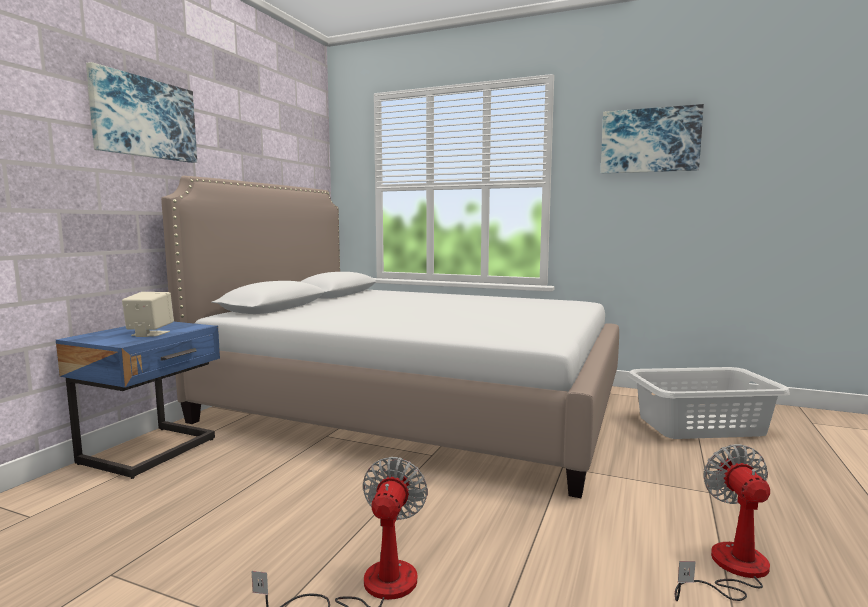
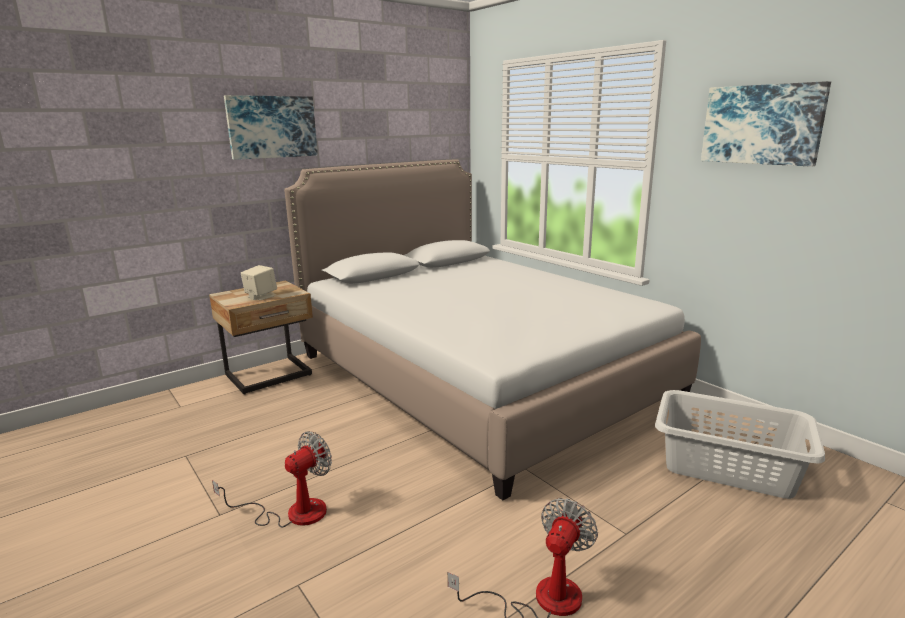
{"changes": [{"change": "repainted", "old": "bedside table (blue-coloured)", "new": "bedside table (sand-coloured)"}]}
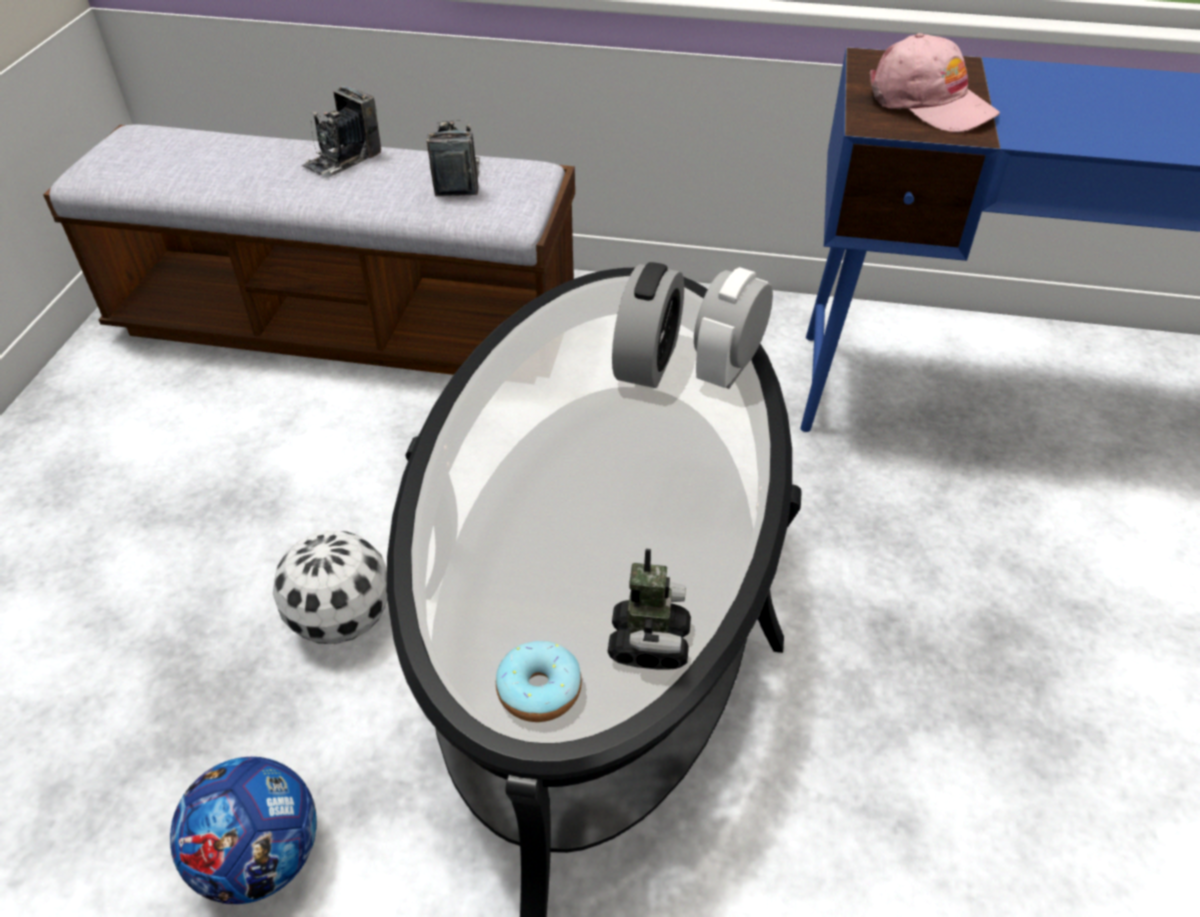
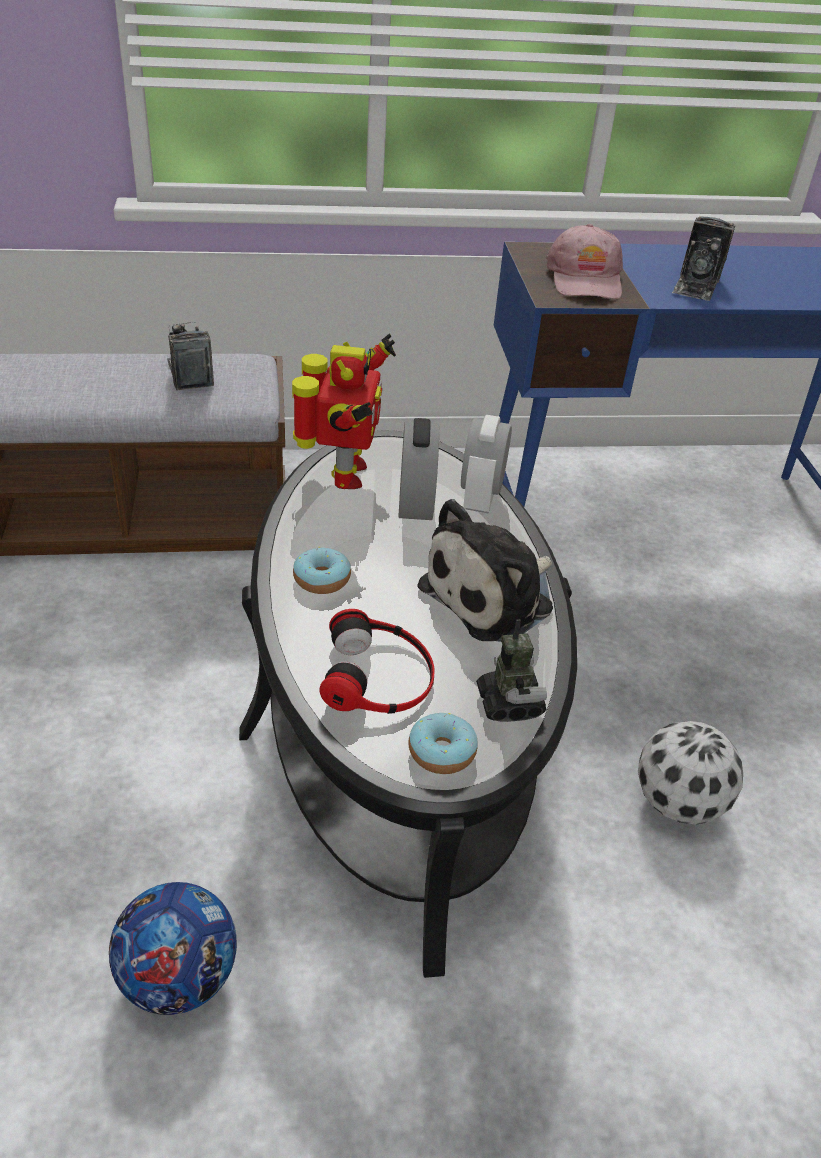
{"changes": [{"change": "new", "new": "robot figure (no. 1 from left)"}, {"change": "new", "new": "doughnut (no. 1 from left)"}, {"change": "new", "new": "headphones"}, {"change": "new", "new": "cuddly toy"}, {"change": "shifted", "old": "football ball (no. 2 from left)"}, {"change": "shifted", "old": "photo camera (no. 1 from left in the first image)", "new": "photo camera (no. 2 from left)"}, {"change": "rotated", "old": "baseball cap (pink)", "degrees": 60}]}
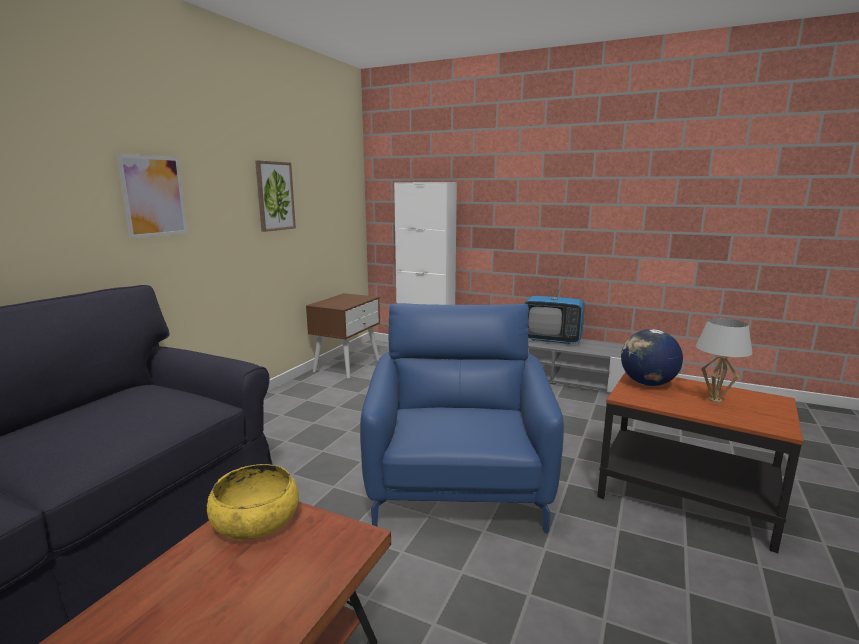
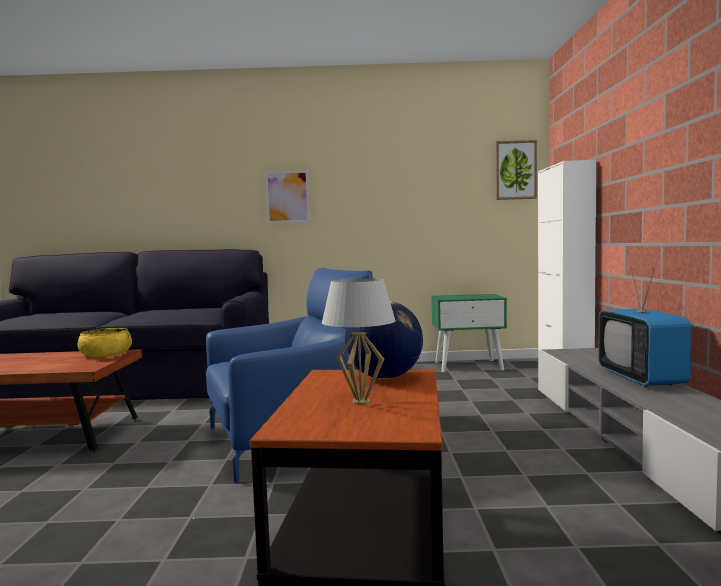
{"changes": [{"change": "shifted", "old": "wall art (no. 2 from left)"}, {"change": "repainted", "old": "bedside table (brownish)", "new": "bedside table (greenish)"}]}
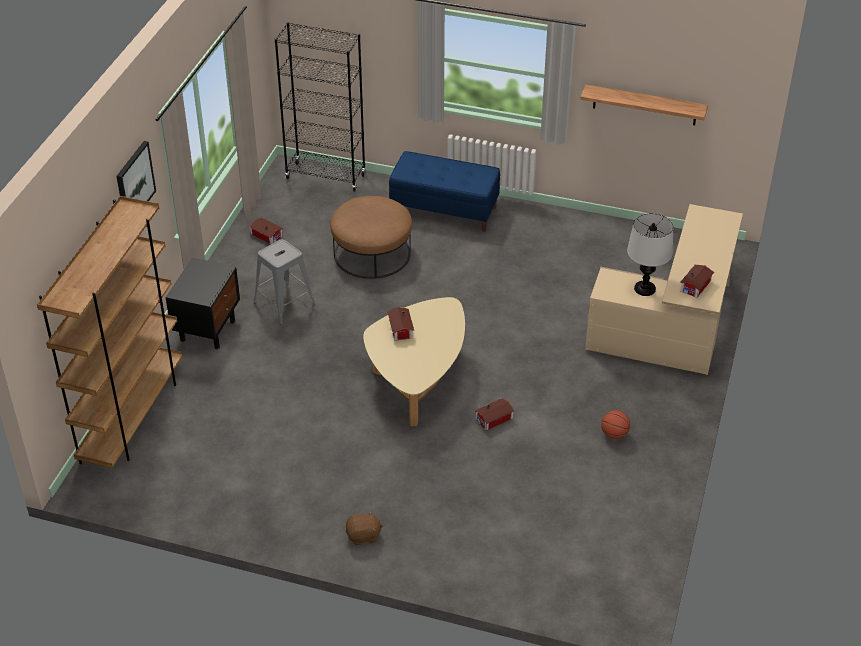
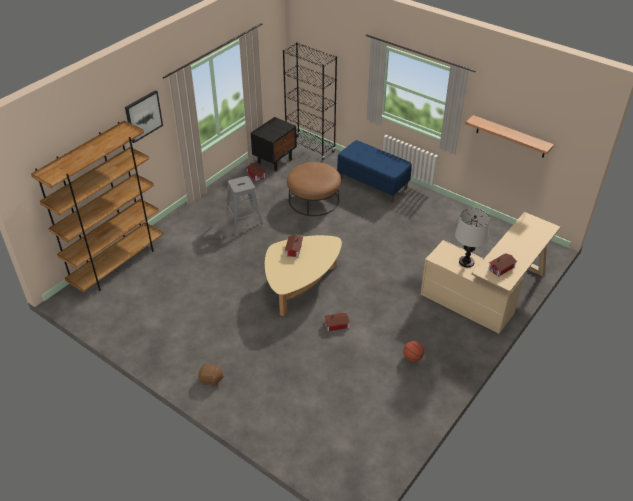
{"changes": [{"change": "shifted", "old": "bedside table (blackish)"}]}
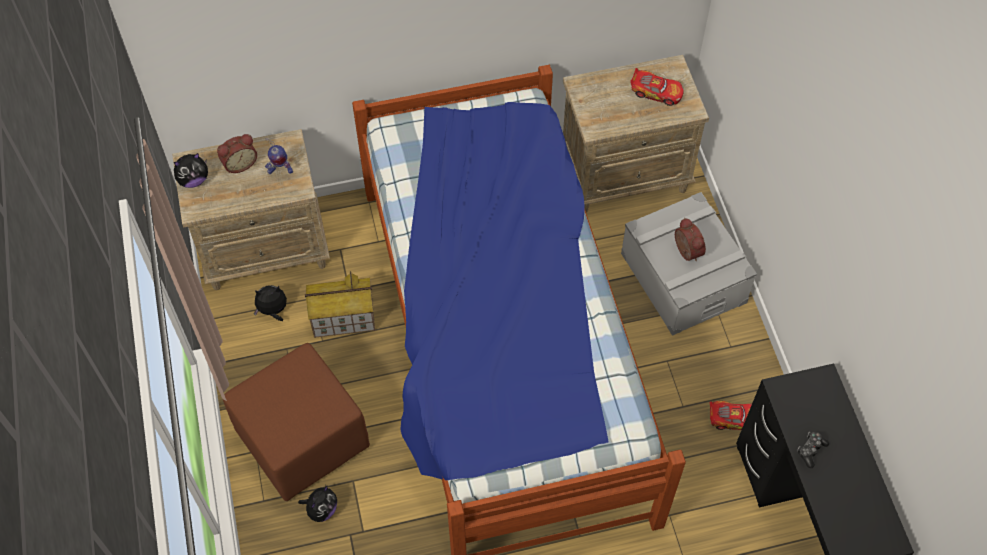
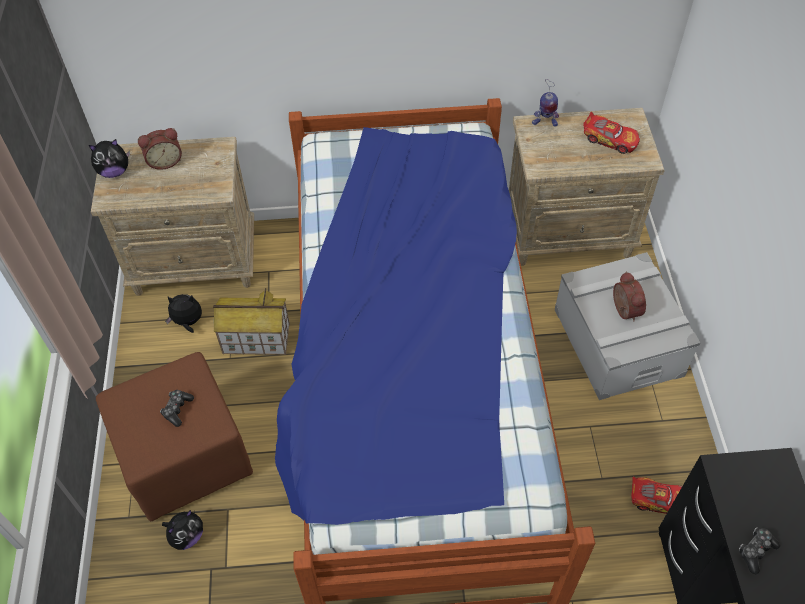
{"changes": [{"change": "new", "new": "gamepad (no. 1 from left)"}, {"change": "shifted", "old": "robot figure"}]}
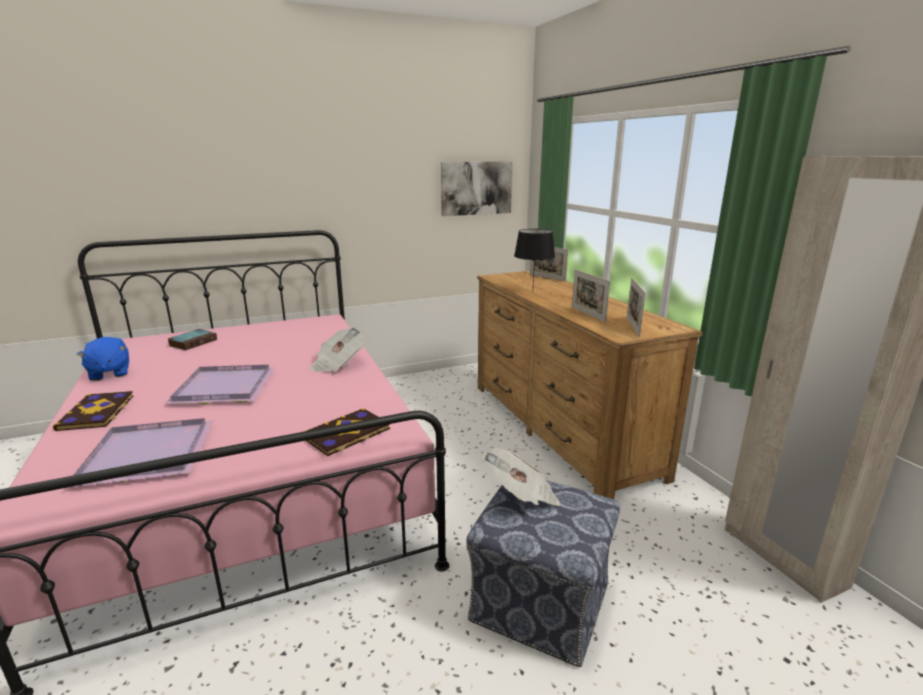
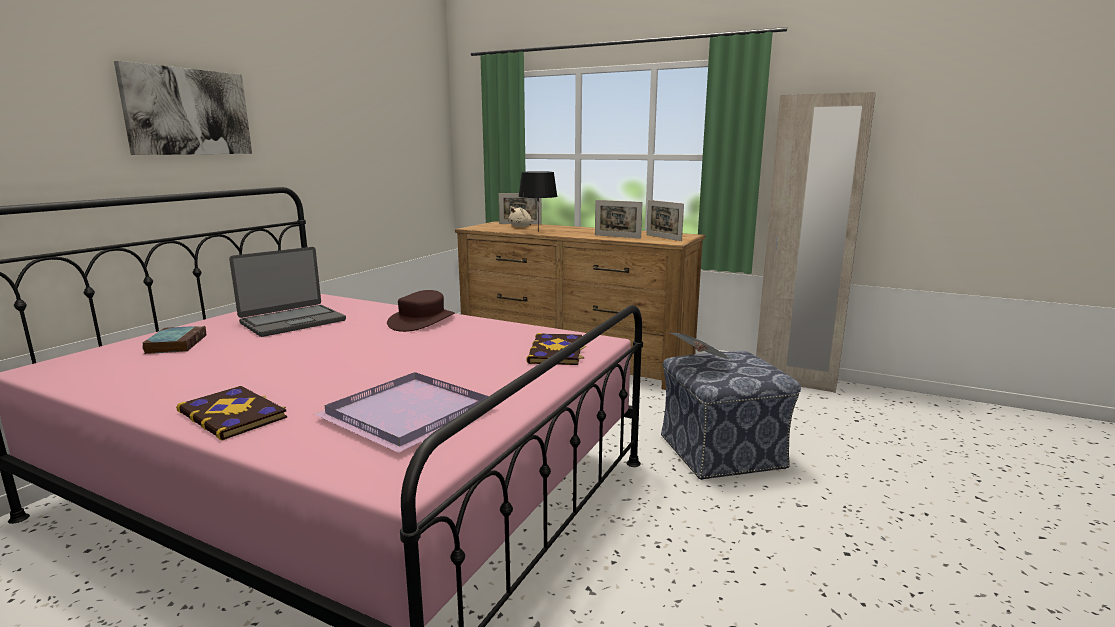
{"changes": [{"change": "gone", "old": "cuddly toy (blue-coloured)"}, {"change": "gone", "old": "tray (purple-coloured) (no. 2 from left)"}, {"change": "new", "new": "portable computer"}, {"change": "new", "new": "cuddly toy (sand-coloured)"}, {"change": "shifted", "old": "wall art"}, {"change": "swapped", "old": "printed paper (no. 1 from left)", "new": "clothing hat (brownish)"}]}
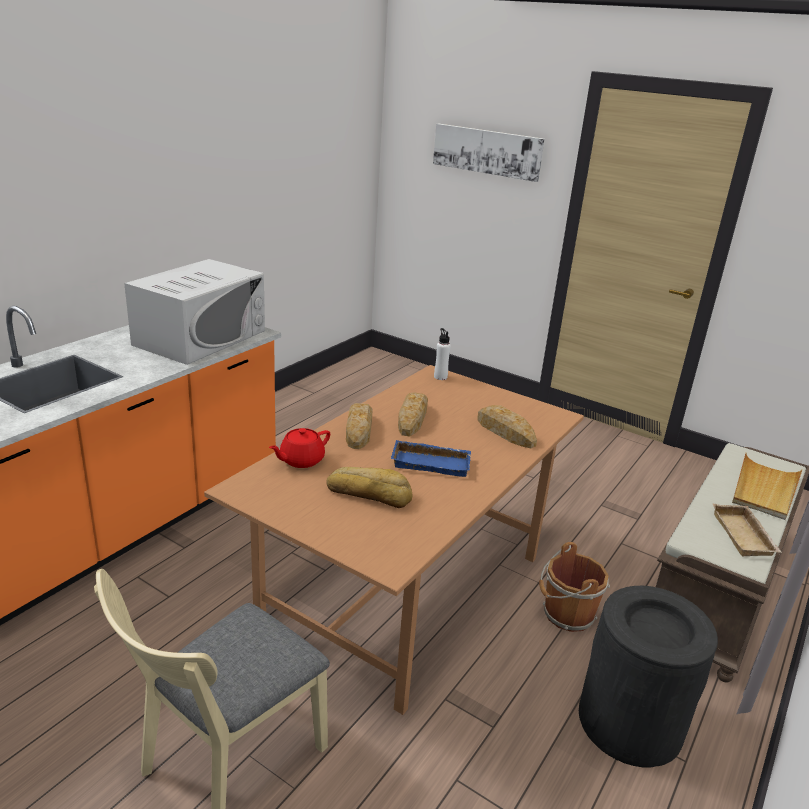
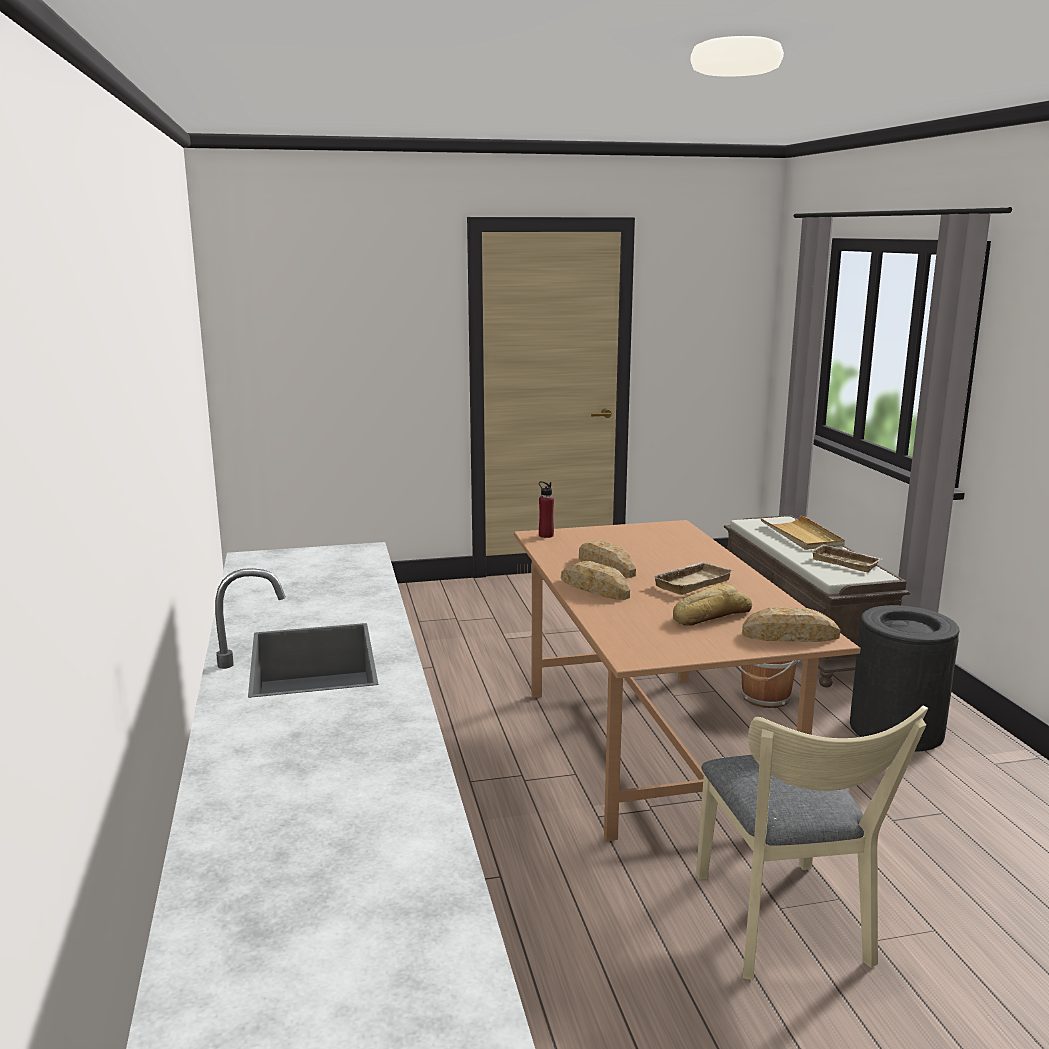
{"changes": [{"change": "gone", "old": "microwave oven (white)"}, {"change": "gone", "old": "pot for tea (red-coloured)"}, {"change": "gone", "old": "wall art"}, {"change": "shifted", "old": "baked bread (no. 4 from left)"}, {"change": "repainted", "old": "tray (blue-coloured)", "new": "tray (sand-coloured) (no. 1 from left)"}, {"change": "repainted", "old": "bottle (white)", "new": "bottle (red-coloured)"}]}
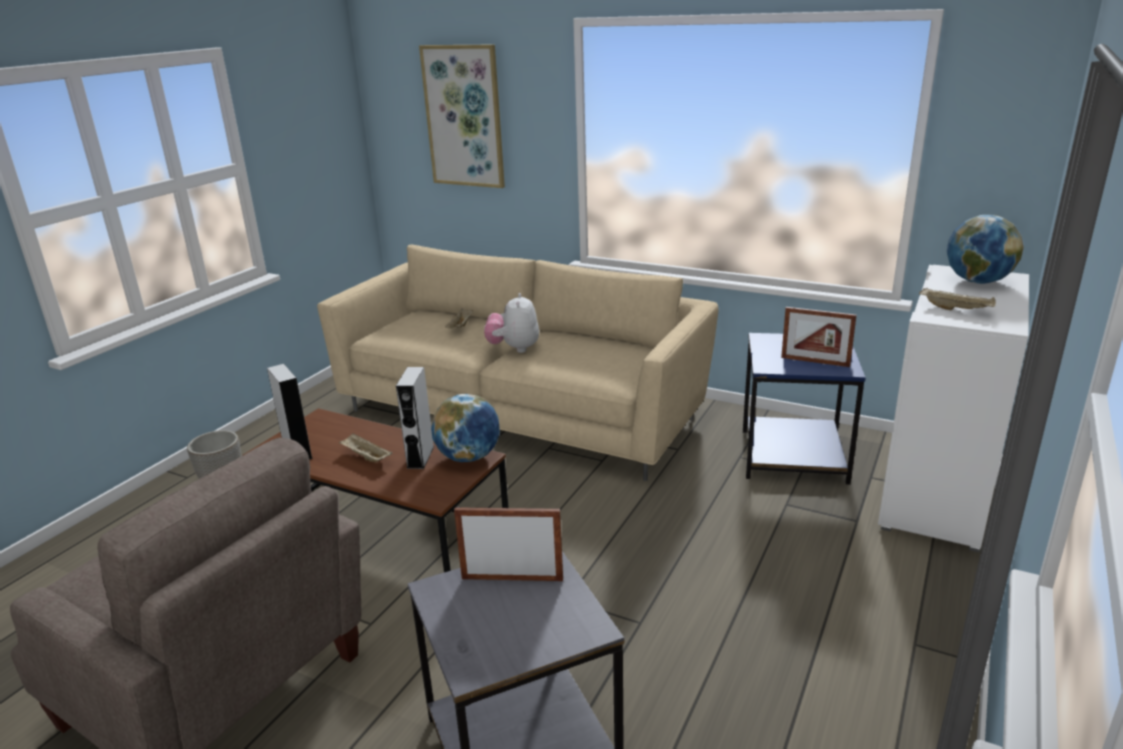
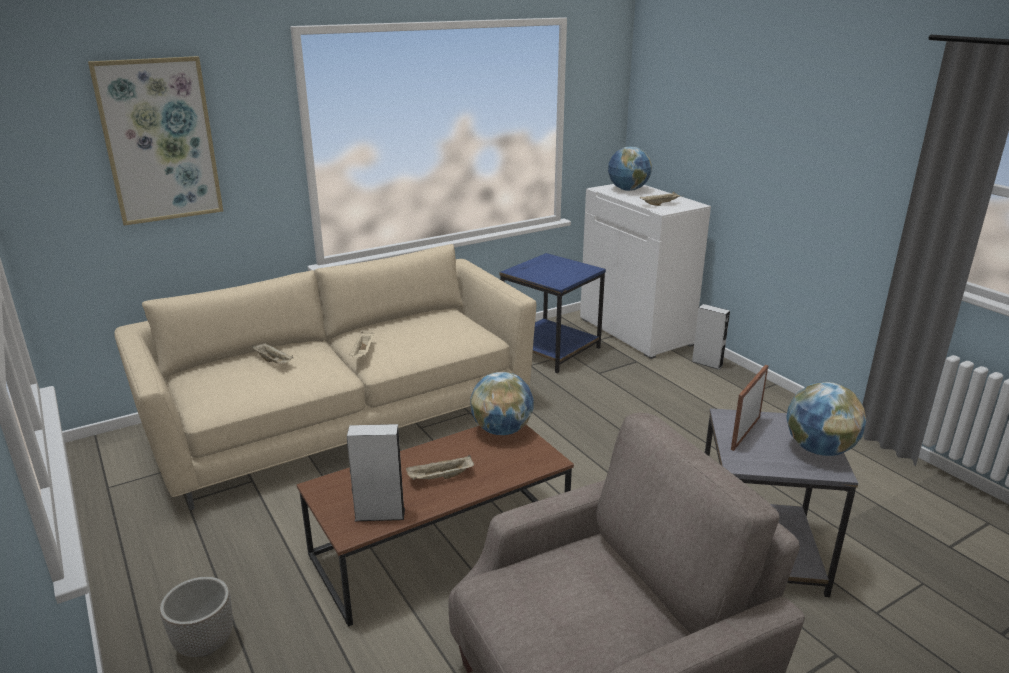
{"changes": [{"change": "gone", "old": "photo frame (no. 2 from left)"}, {"change": "new", "new": "desk globe (no. 3 from left)"}, {"change": "shifted", "old": "loudspeaker (grey) (no. 2 from left)"}, {"change": "swapped", "old": "cuddly toy", "new": "tray (sand-coloured) (no. 2 from left)"}]}
